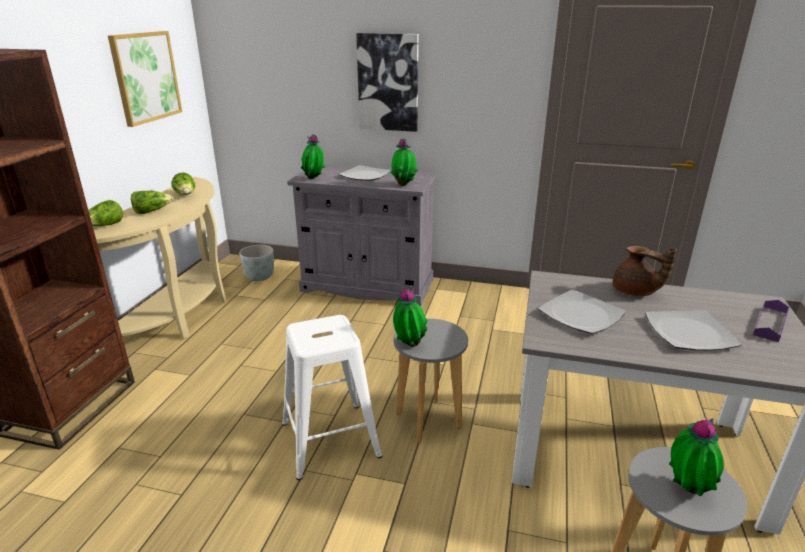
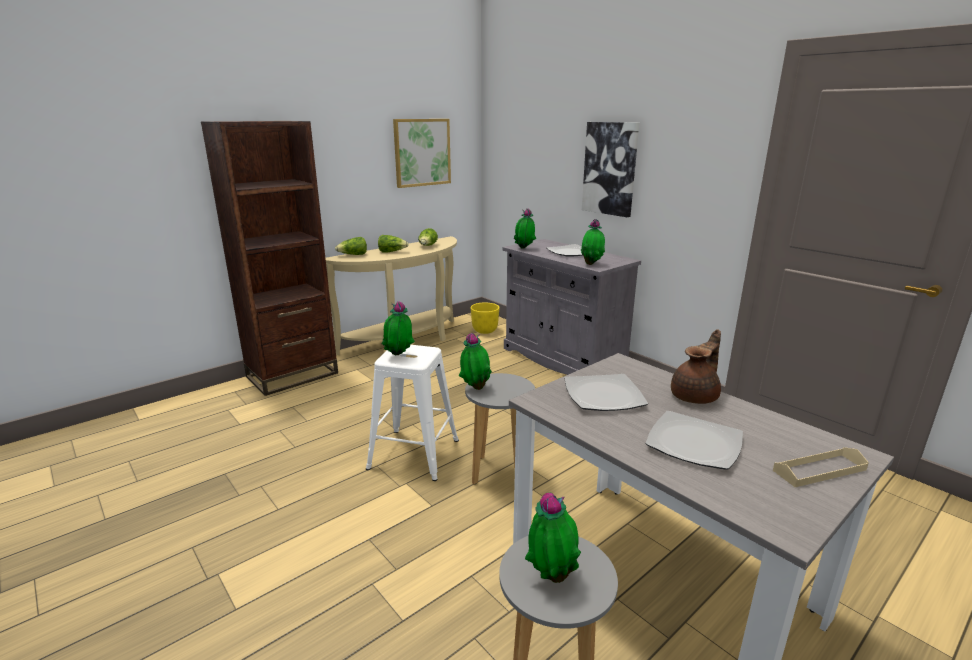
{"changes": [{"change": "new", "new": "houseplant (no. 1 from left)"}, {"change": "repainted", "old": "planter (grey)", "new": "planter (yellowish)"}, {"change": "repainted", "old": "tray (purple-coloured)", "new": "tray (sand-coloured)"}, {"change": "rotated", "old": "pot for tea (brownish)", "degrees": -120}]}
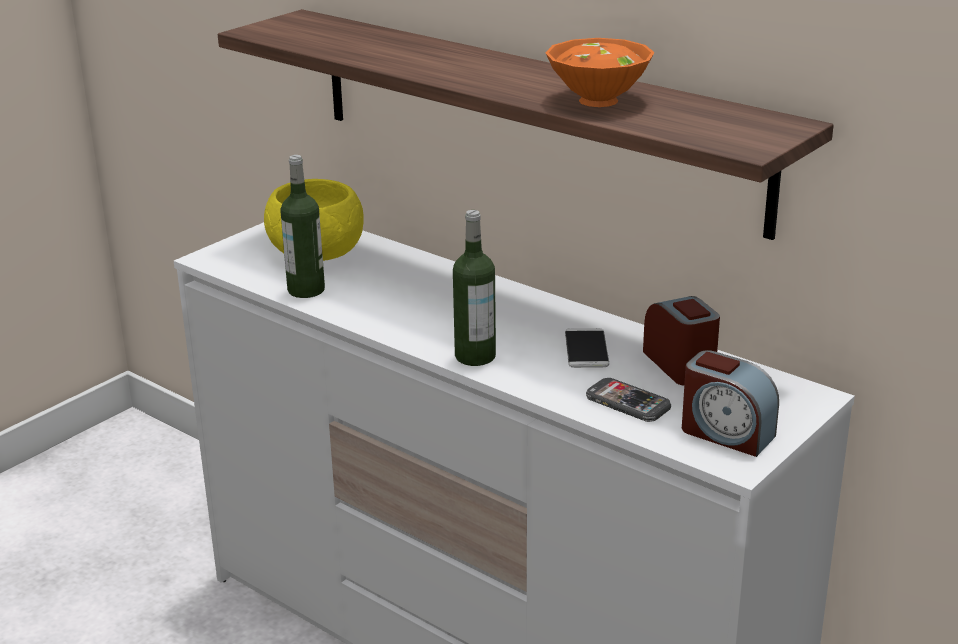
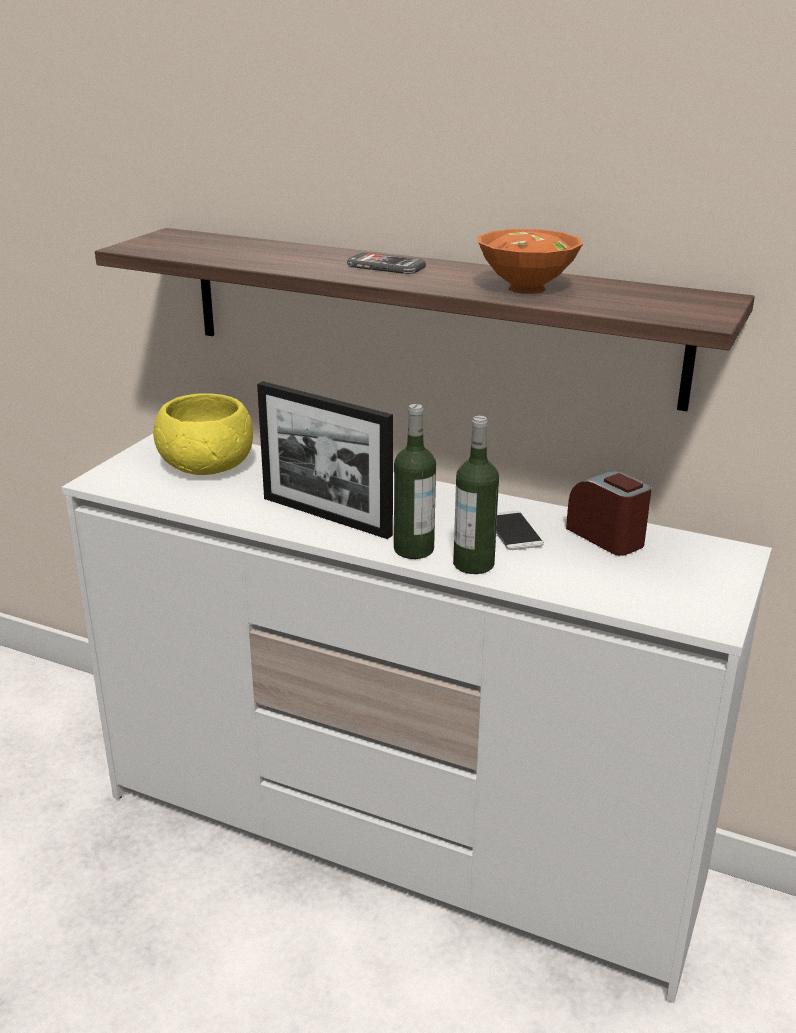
{"changes": [{"change": "gone", "old": "table clock (no. 2 from left)"}, {"change": "new", "new": "photo frame"}, {"change": "shifted", "old": "bottle (no. 1 from left in the first image)", "new": "bottle (no. 2 from left)"}, {"change": "shifted", "old": "phone (no. 2 from left in the first image)", "new": "phone (no. 1 from left)"}]}
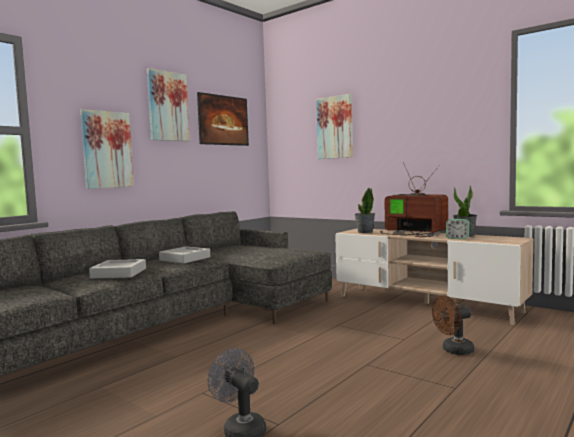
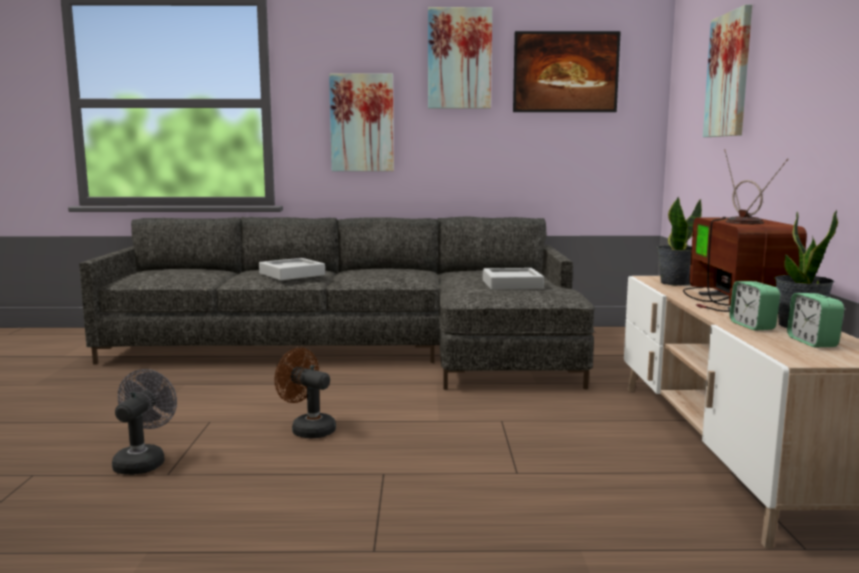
{"changes": [{"change": "new", "new": "table clock (no. 2 from left)"}, {"change": "shifted", "old": "tray (grey) (no. 2 from left)"}, {"change": "shifted", "old": "electric fan (brownish)"}]}
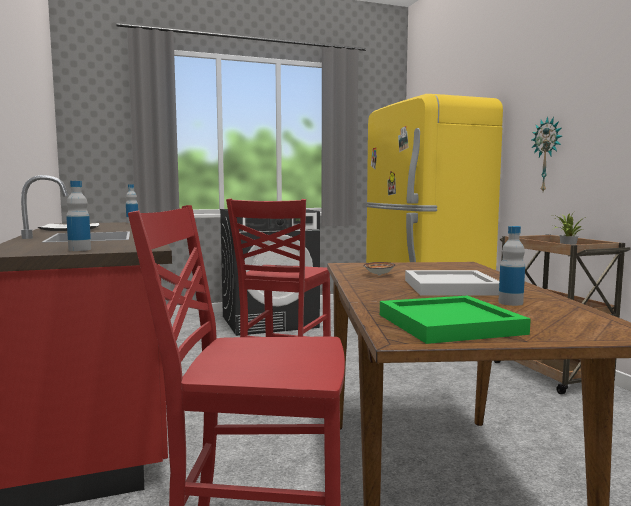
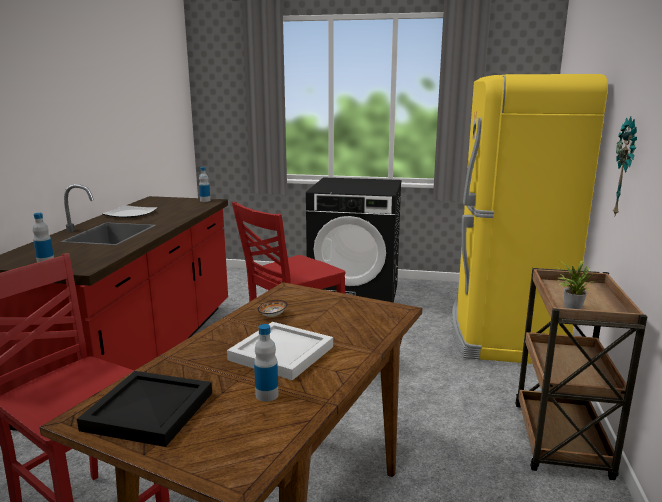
{"changes": [{"change": "repainted", "old": "tray (greenish)", "new": "tray (blackish)"}]}
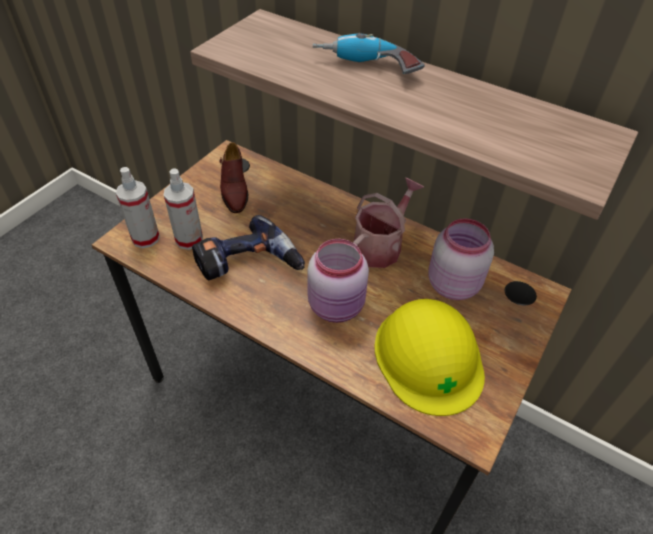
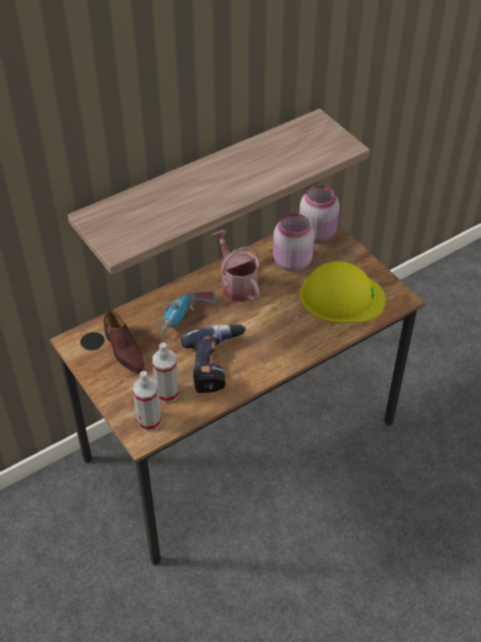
{"changes": [{"change": "shifted", "old": "preserve jar (pink) (no. 1 from left in the first image)", "new": "preserve jar (pink) (no. 2 from left)"}, {"change": "shifted", "old": "power drill (no. 2 from left in the first image)", "new": "power drill (no. 1 from left)"}, {"change": "rotated", "old": "item of footwear (brownish)", "degrees": 45}]}
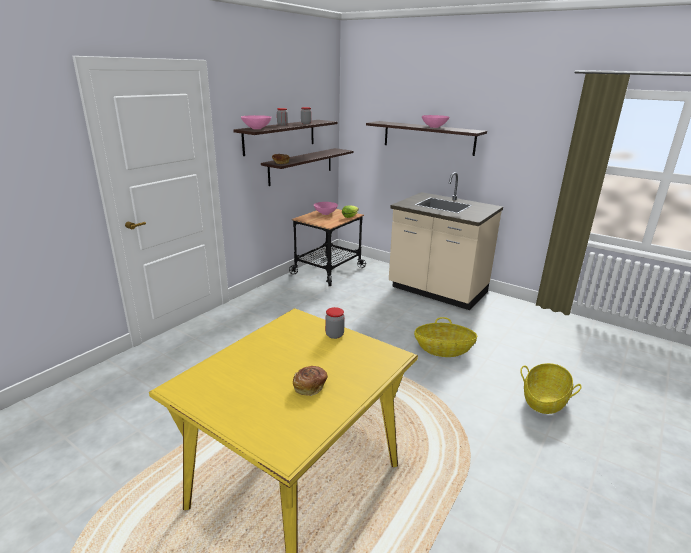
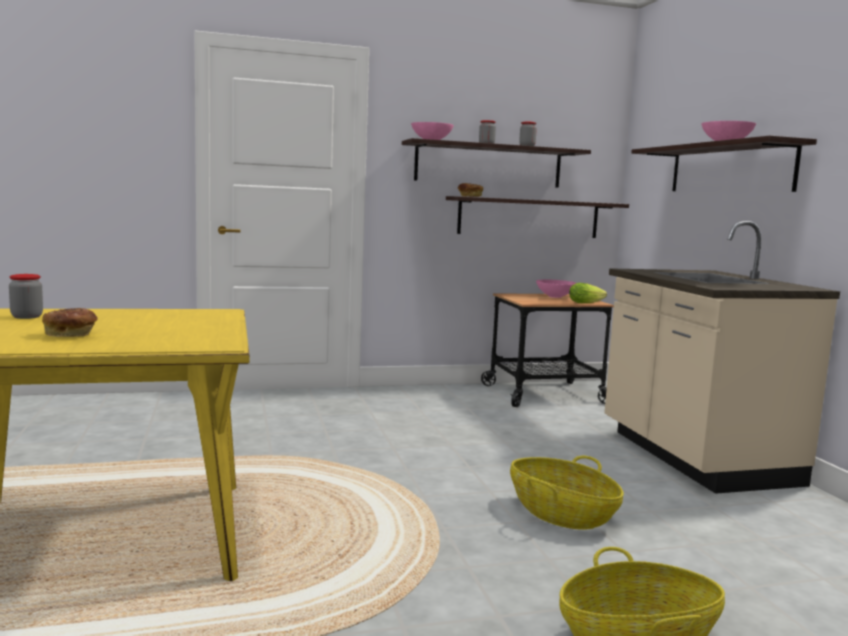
{"changes": [{"change": "shifted", "old": "preserve jar (no. 3 from left in the first image)", "new": "preserve jar (no. 1 from left)"}]}
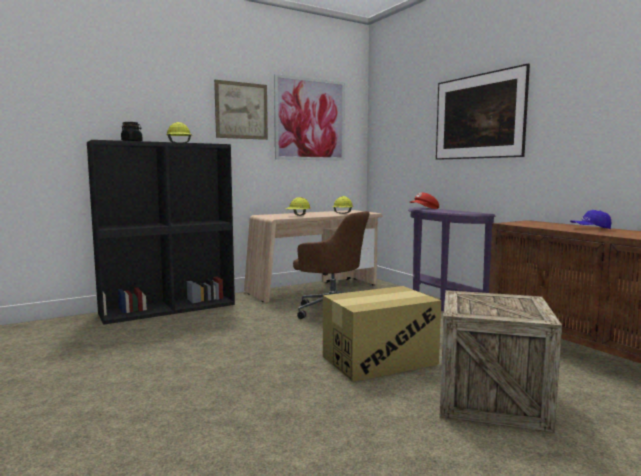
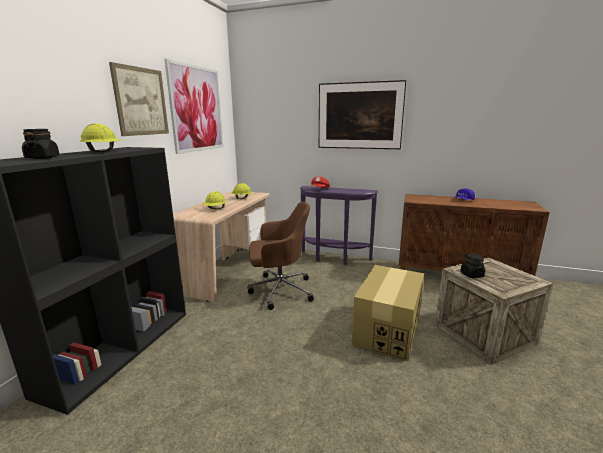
{"changes": [{"change": "new", "new": "preserve jar (blackish) (no. 2 from left)"}]}
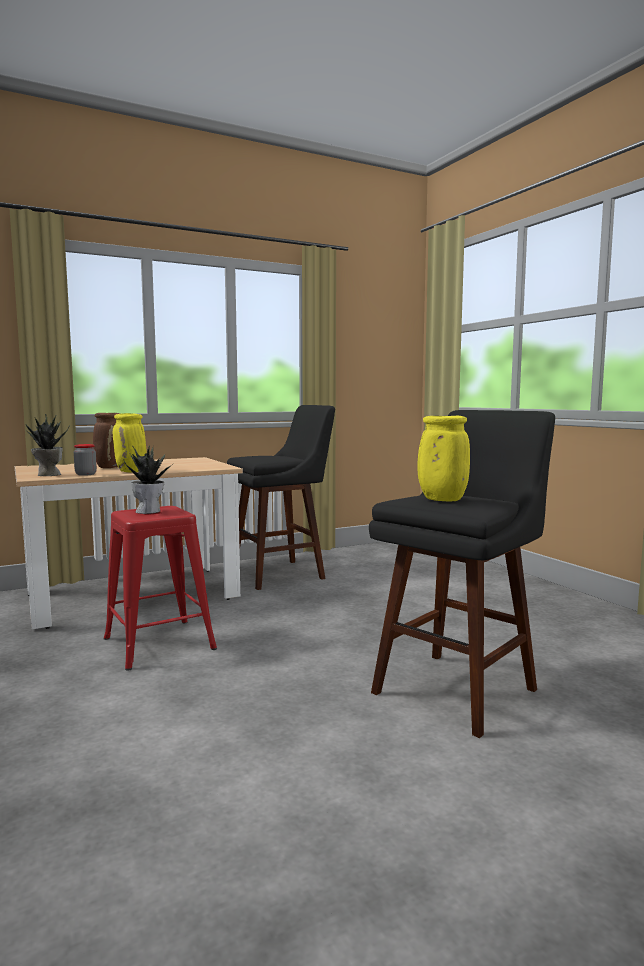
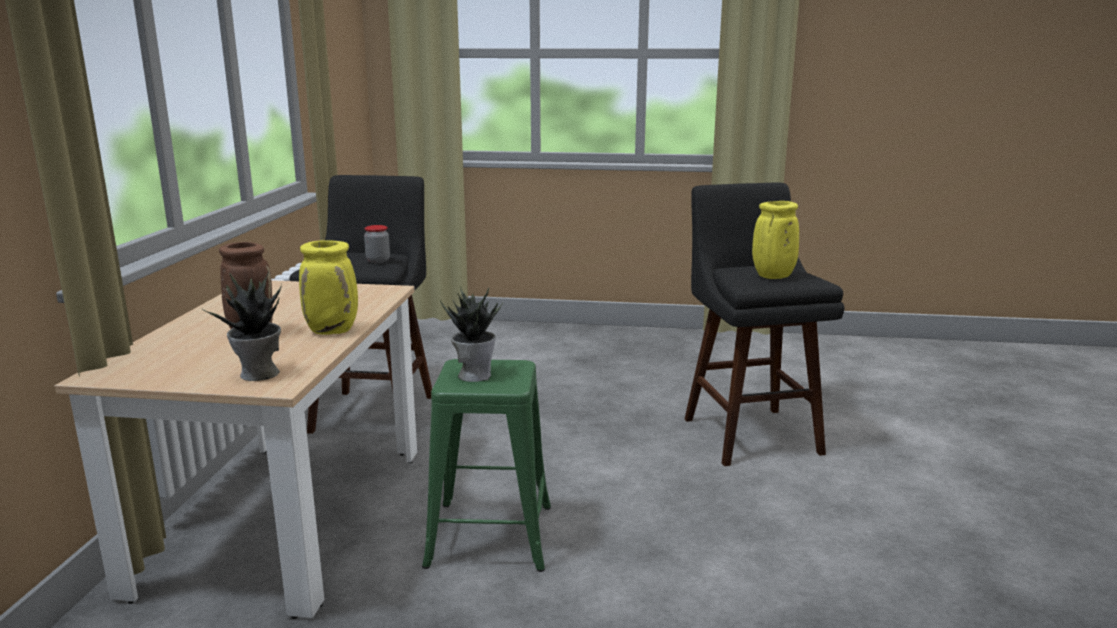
{"changes": [{"change": "shifted", "old": "preserve jar"}, {"change": "repainted", "old": "sitting stool (red-coloured)", "new": "sitting stool (greenish)"}]}
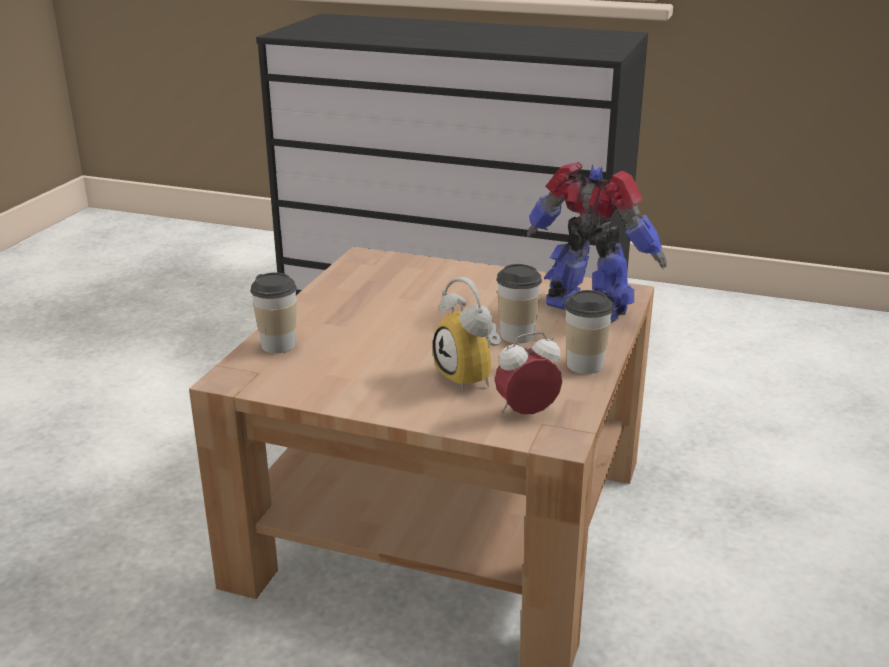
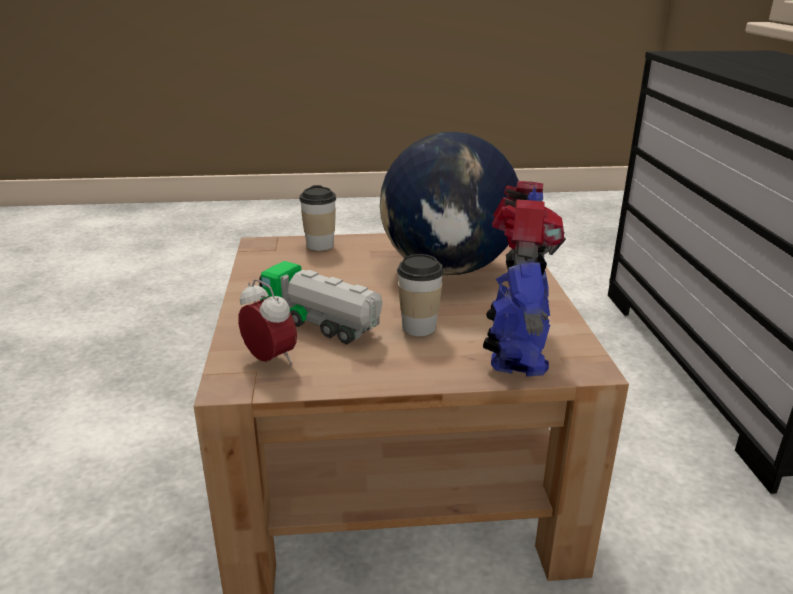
{"changes": [{"change": "gone", "old": "cup (no. 3 from left)"}, {"change": "new", "new": "desk globe"}, {"change": "swapped", "old": "table clock (no. 1 from left)", "new": "toy lorry"}]}
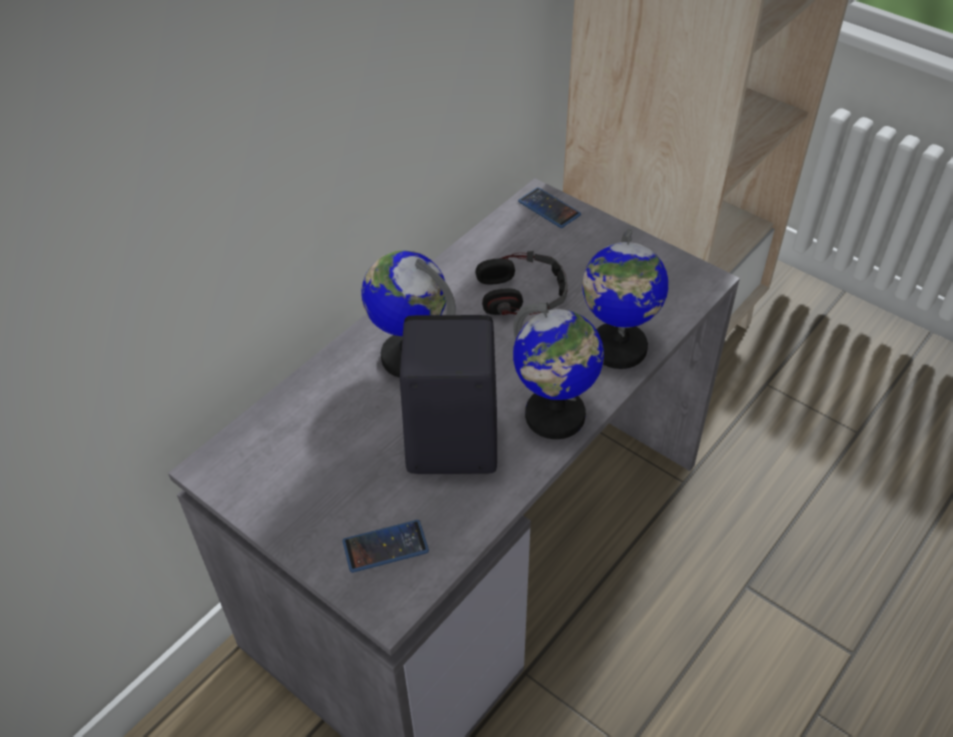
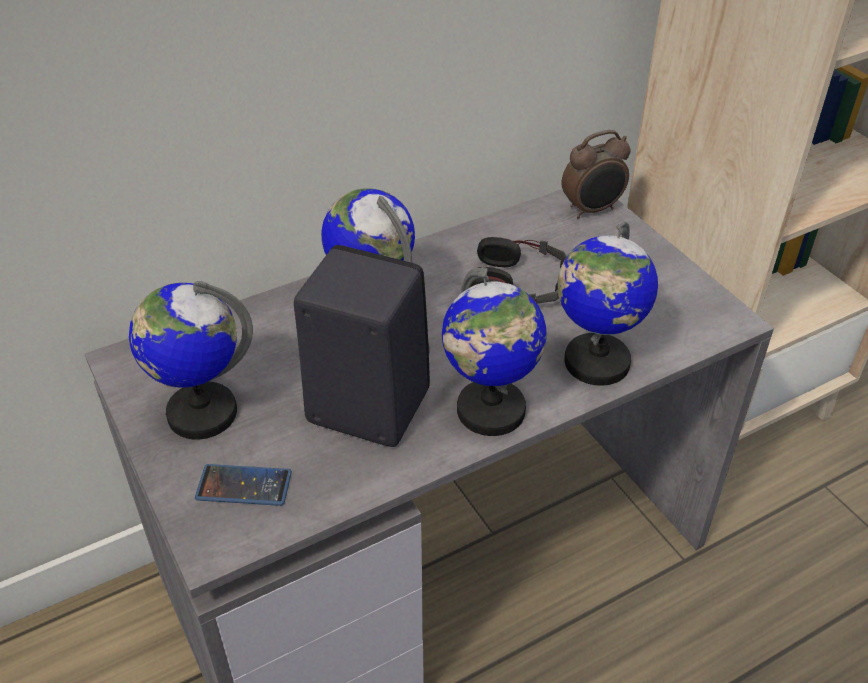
{"changes": [{"change": "new", "new": "desk globe (no. 1 from left)"}, {"change": "swapped", "old": "phone (no. 2 from left)", "new": "table clock"}]}
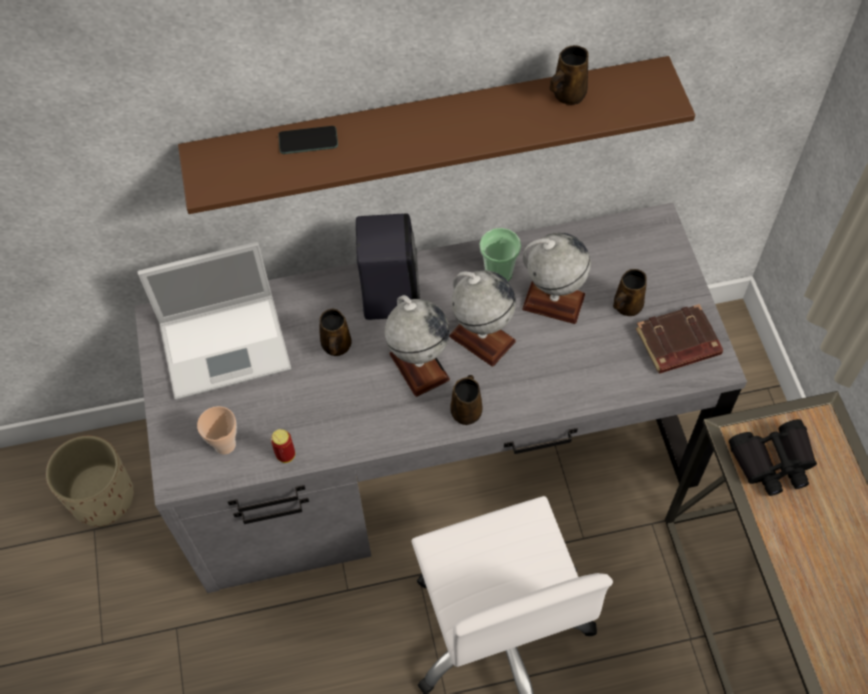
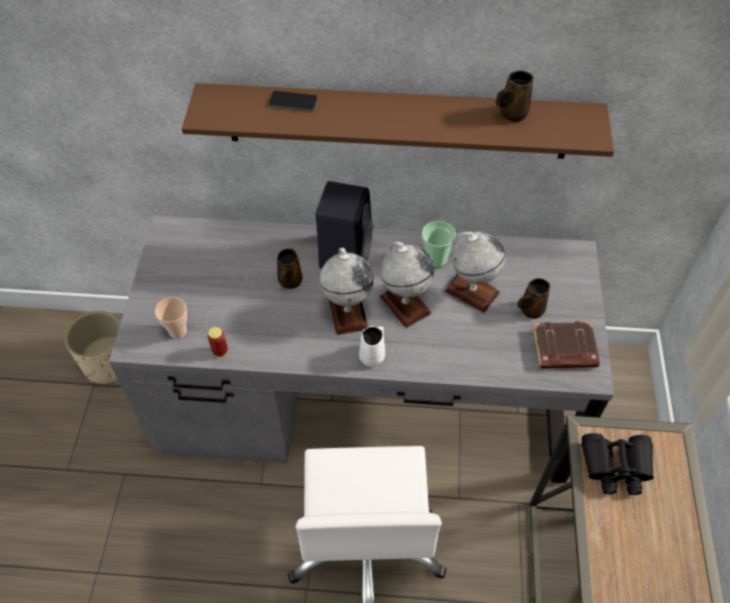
{"changes": [{"change": "gone", "old": "portable computer"}, {"change": "repainted", "old": "coffee mug (brownish) (no. 2 from left)", "new": "coffee mug (white)"}]}
